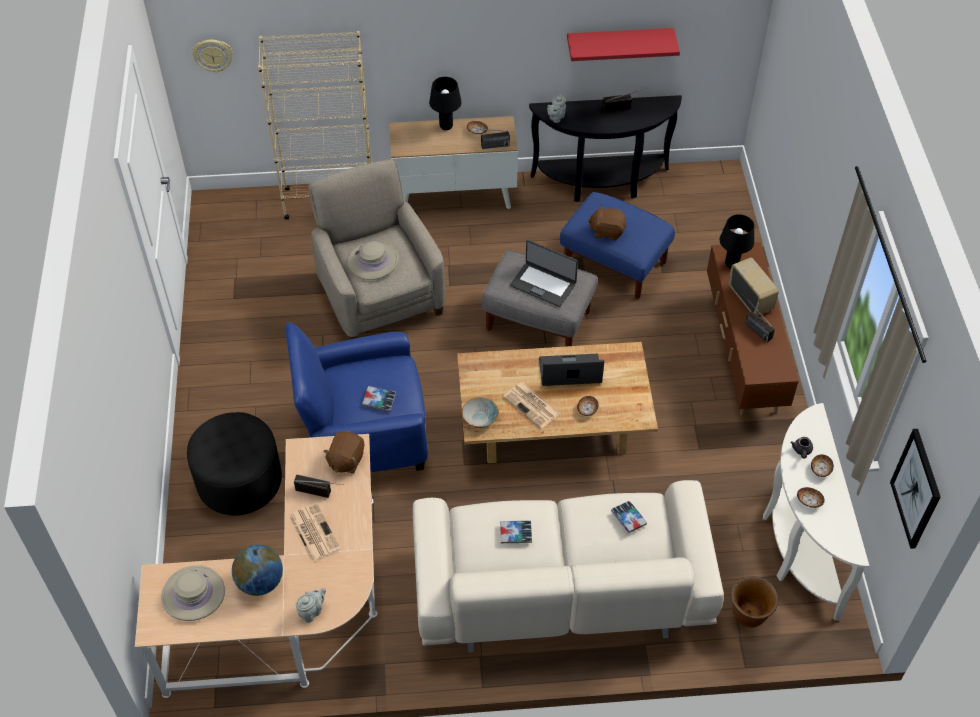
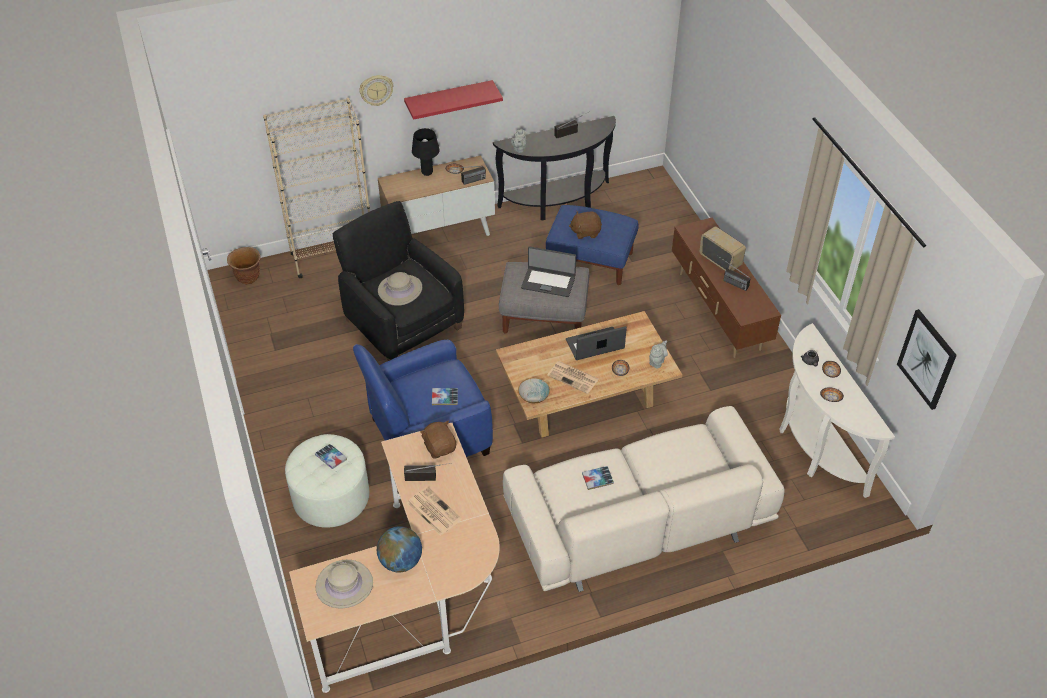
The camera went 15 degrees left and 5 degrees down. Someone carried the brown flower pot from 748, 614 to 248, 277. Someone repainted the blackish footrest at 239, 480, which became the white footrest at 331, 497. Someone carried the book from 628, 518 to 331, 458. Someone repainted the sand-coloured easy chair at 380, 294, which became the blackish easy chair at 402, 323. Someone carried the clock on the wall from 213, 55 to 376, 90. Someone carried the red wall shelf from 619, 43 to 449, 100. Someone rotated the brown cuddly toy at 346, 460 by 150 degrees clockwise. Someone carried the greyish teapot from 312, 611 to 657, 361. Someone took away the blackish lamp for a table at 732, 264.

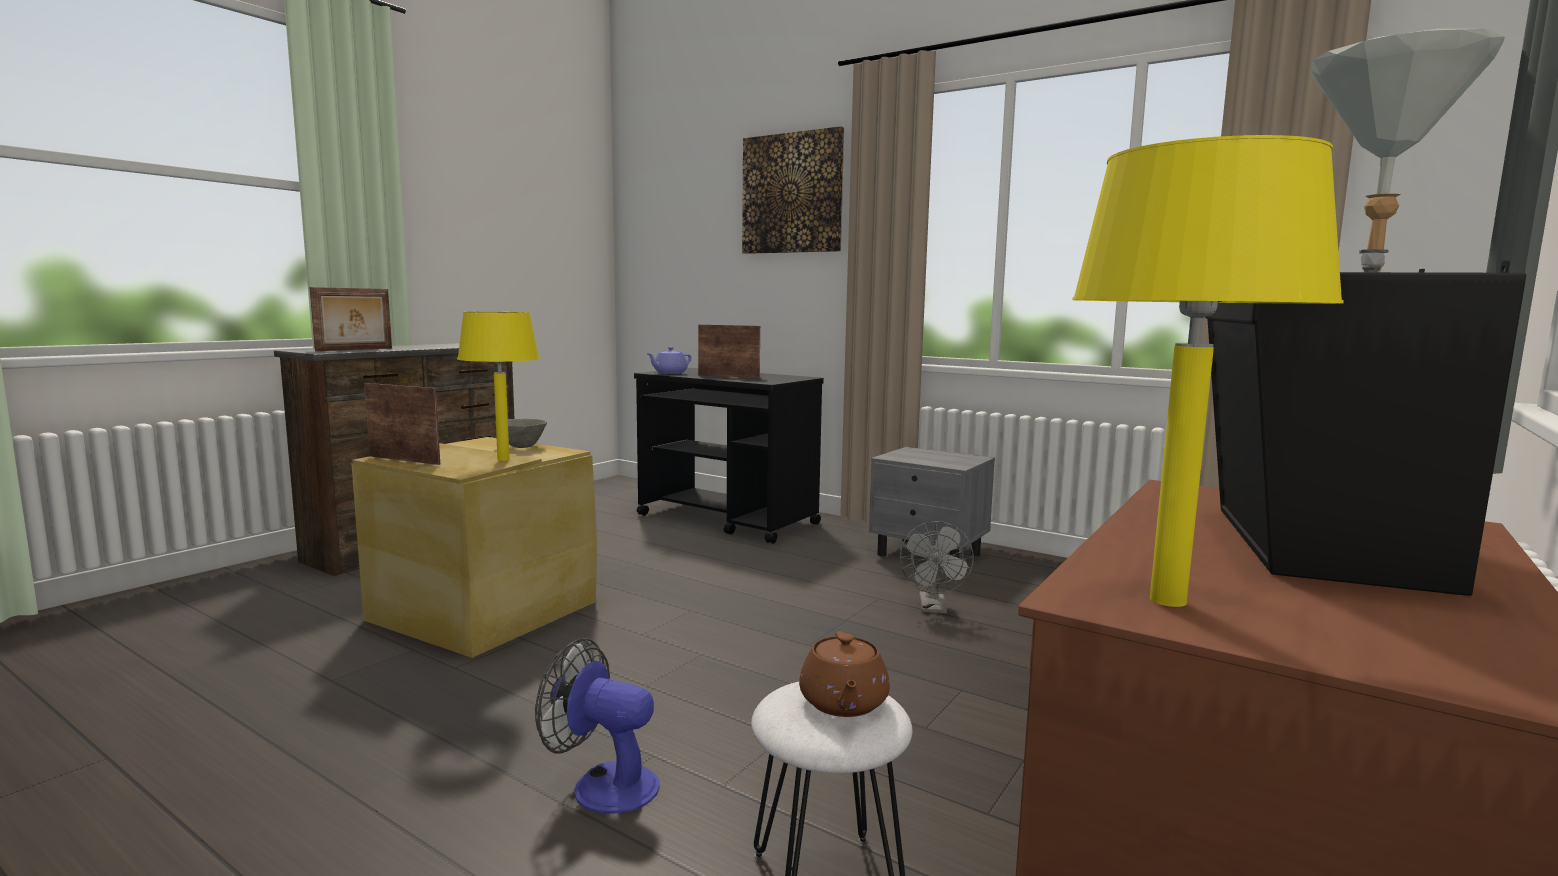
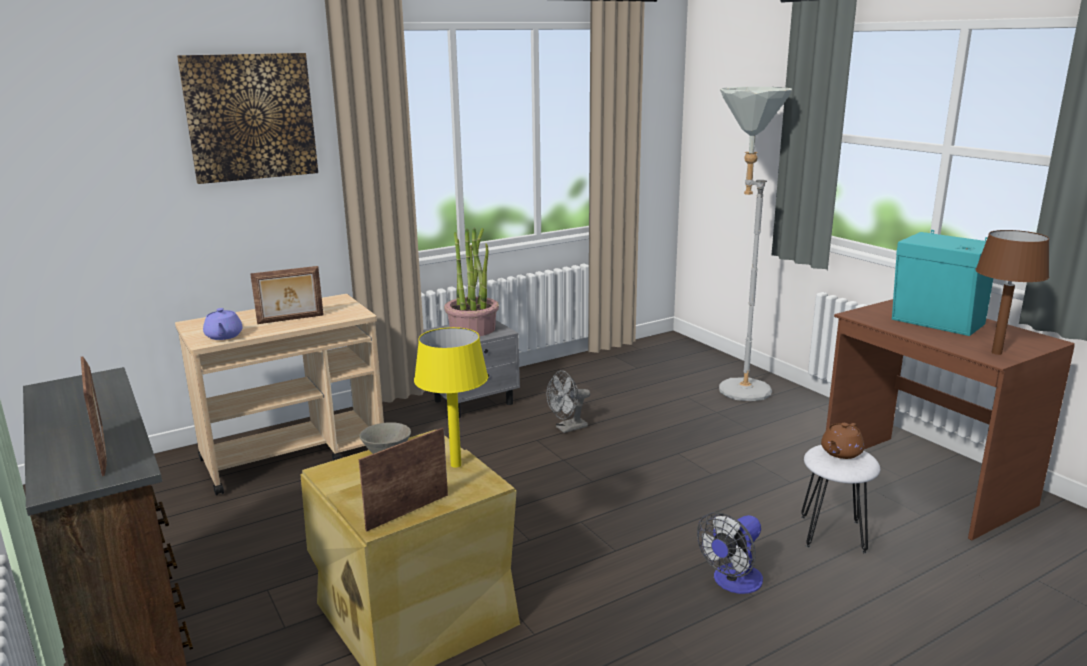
The camera went 65 degrees left and 10 degrees up. Someone repainted the blackish trolley at 728, 520, which became the sand-coloured trolley at 295, 455. Someone rotated the picture frame at 729, 376 by 150 degrees counterclockwise. Someone put down the houseplant at 472, 329. Someone rotated the greyish electric fan at 933, 608 by 120 degrees clockwise. Someone rotated the brown teapot at 843, 703 by 105 degrees clockwise. Someone repainted the blackish audio speaker at 1310, 546, which became the turquoise audio speaker at 937, 323. Someone repainted the yellow lamp for a table at 1166, 600, which became the brown lamp for a table at 996, 353.

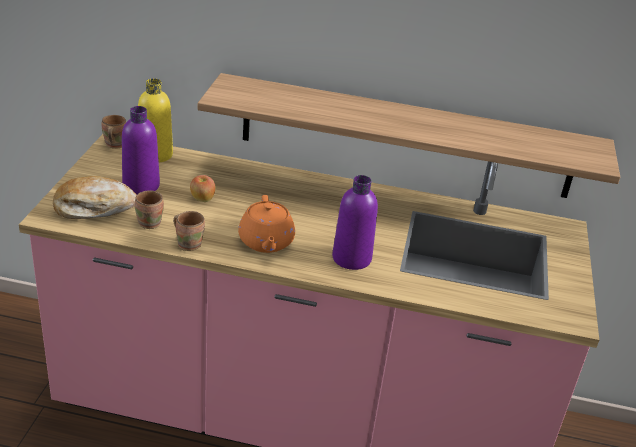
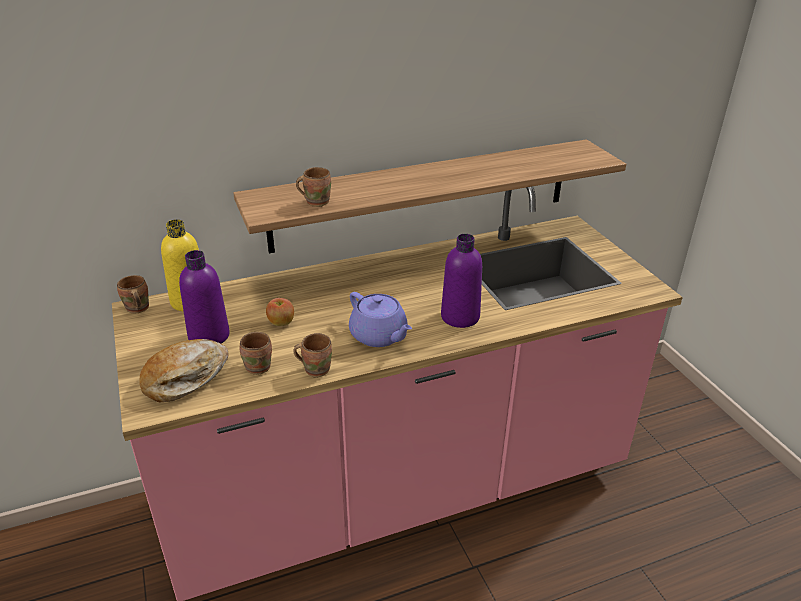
The camera went 30 degrees left and 0 degrees up. Someone put down the brown tea mug at 316, 202. Someone repainted the orangey teapot at 266, 242, which became the purplish teapot at 379, 336.

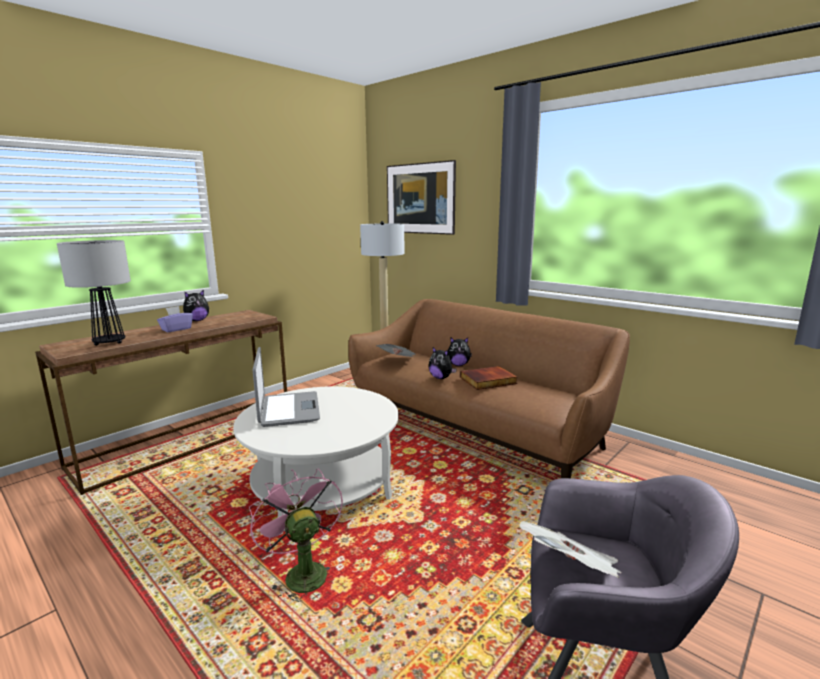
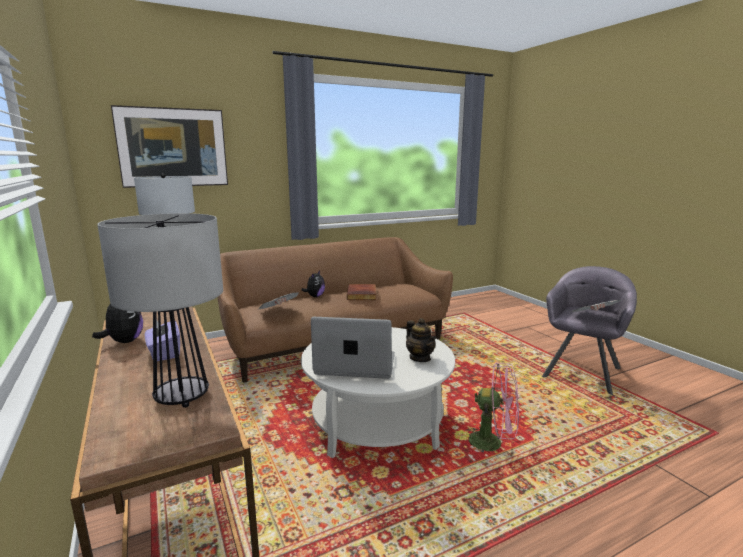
The camera went 70 degrees left and 0 degrees up. Someone put down the teapot at 420, 358. Someone rotated the pink-coloured electric fan at 301, 572 by 150 degrees counterclockwise. Someone took away the cuddly toy at 441, 378.

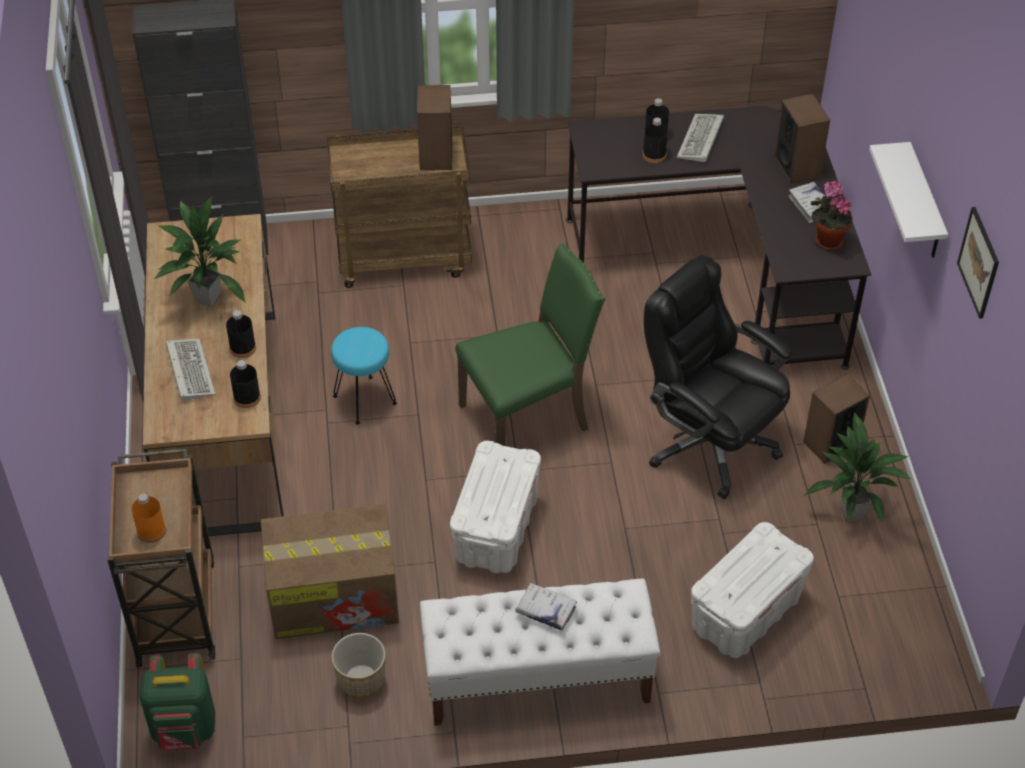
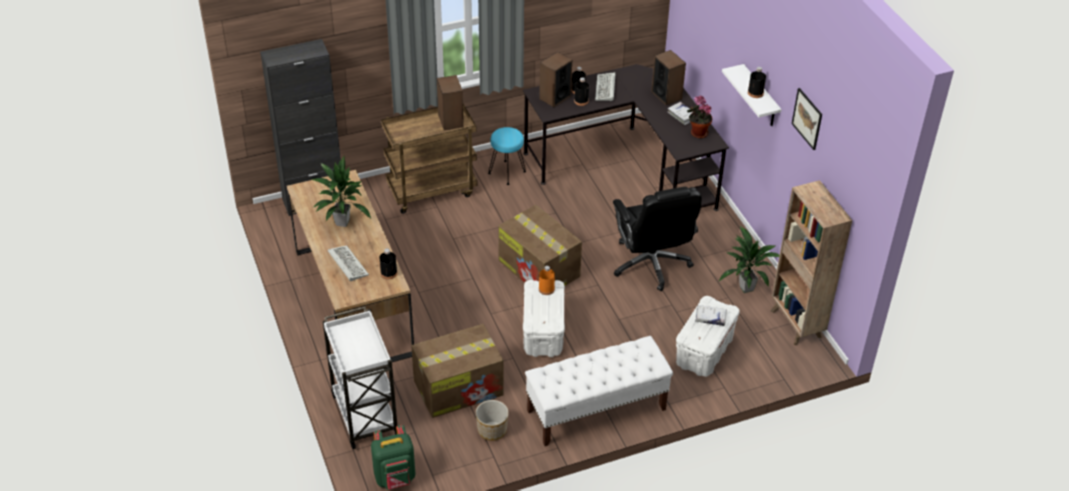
The camera went 15 degrees left and 5 degrees down. Someone repainted the brown trolley at 176, 610, which became the white trolley at 364, 413. Someone carried the turquoise stool seat from 365, 401 to 507, 173. Someone swapped the greenish plain chair at 527, 418 for the carton at 540, 269. Someone carried the audio speaker from 830, 443 to 554, 97. Someone carried the orangey drink bottle from 151, 531 to 546, 289. Someone rotated the blackish computer chair at 709, 442 by 135 degrees counterclockwise. Someone carried the white book from 545, 610 to 710, 318. Someone carried the blackish drink bottle from 243, 348 to 755, 93. Someone put down the brown bookshelf at 796, 324.

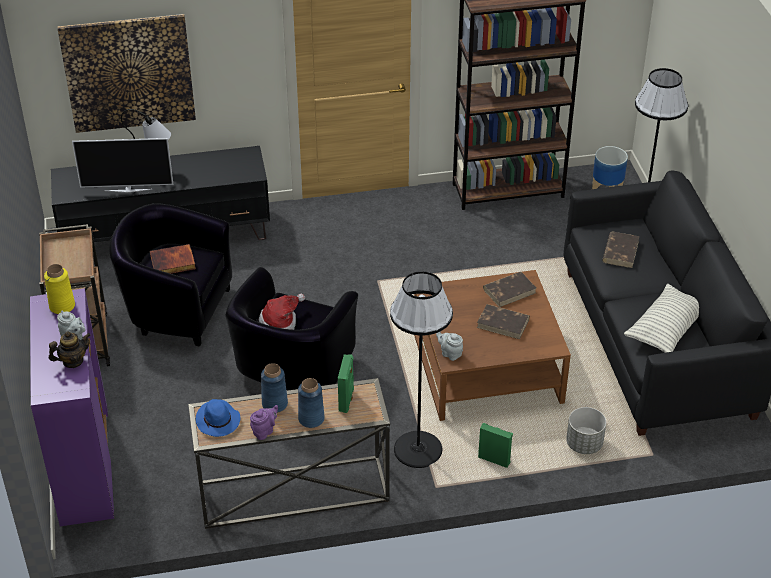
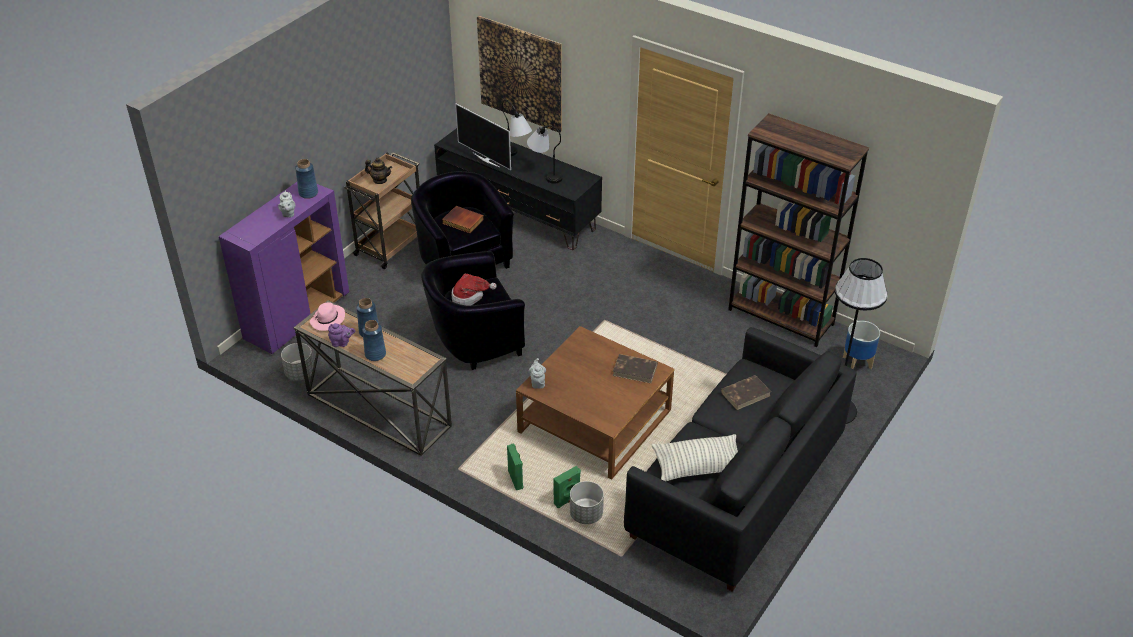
The camera went 45 degrees right and 0 degrees up. Someone put down the greyish flower pot at 300, 373. Someone repainted the yellow vase at 62, 306, which became the blue vase at 308, 193. Someone repainted the blue clothing hat at 218, 421, which became the pink-coloured clothing hat at 328, 320. Someone carried the teapot from 73, 361 to 380, 180. Someone put down the lamp for a table at 545, 174. Someone carried the greenish audio speaker from 347, 400 to 567, 500. Someone took away the blackish floor lamp at 417, 449. Someone took away the brown book at 503, 323.

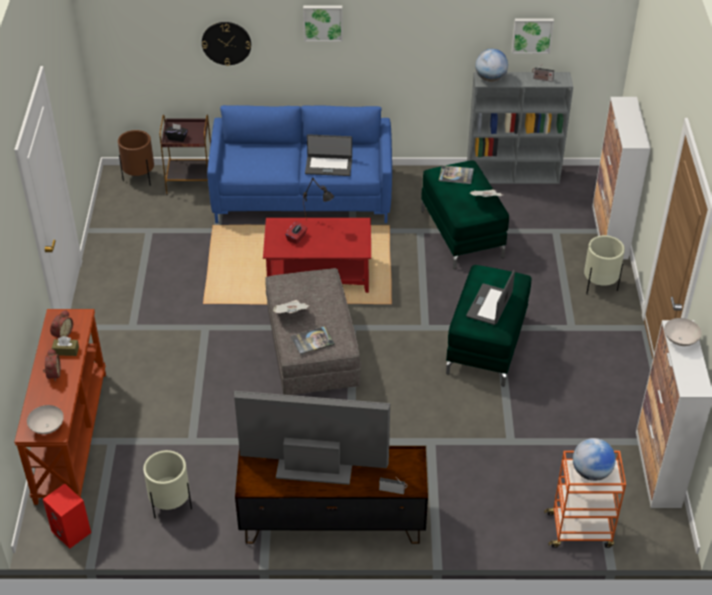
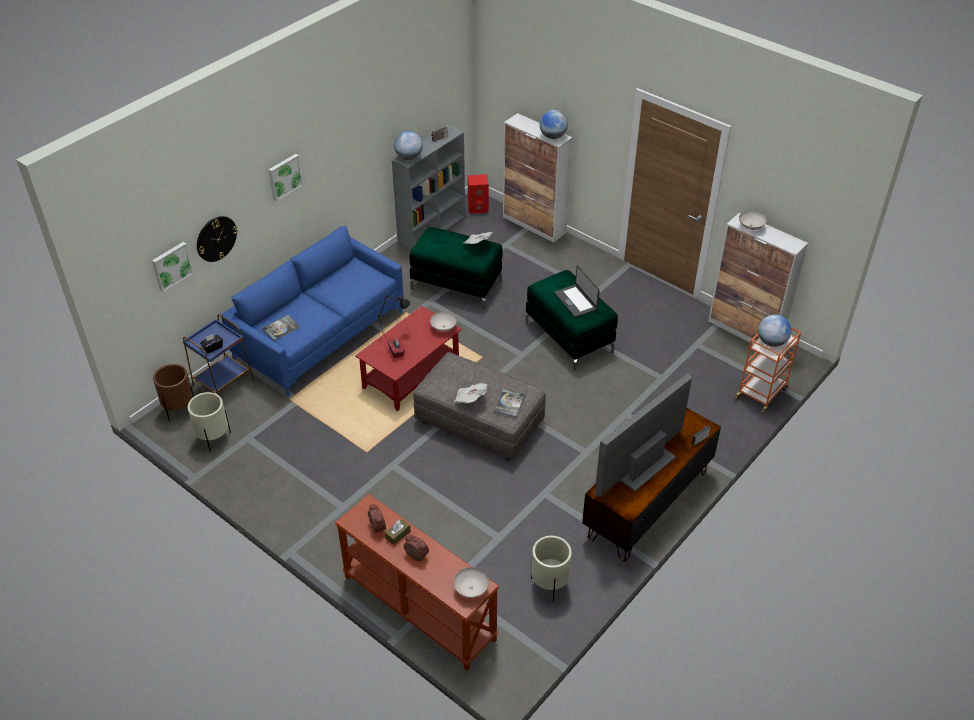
The camera went 50 degrees left and 0 degrees up. Someone carried the picture from 532, 35 to 171, 266. Someone repainted the brown end table at 190, 181, which became the blue end table at 224, 383. Someone carried the sand-coloured flower pot from 599, 286 to 213, 439. Someone carried the book from 456, 175 to 281, 328. Someone put down the white bowl at 444, 327. Someone carried the red audio speaker from 72, 532 to 478, 207. Someone put down the desk globe at 553, 136. Someone took away the portable computer at 328, 166.

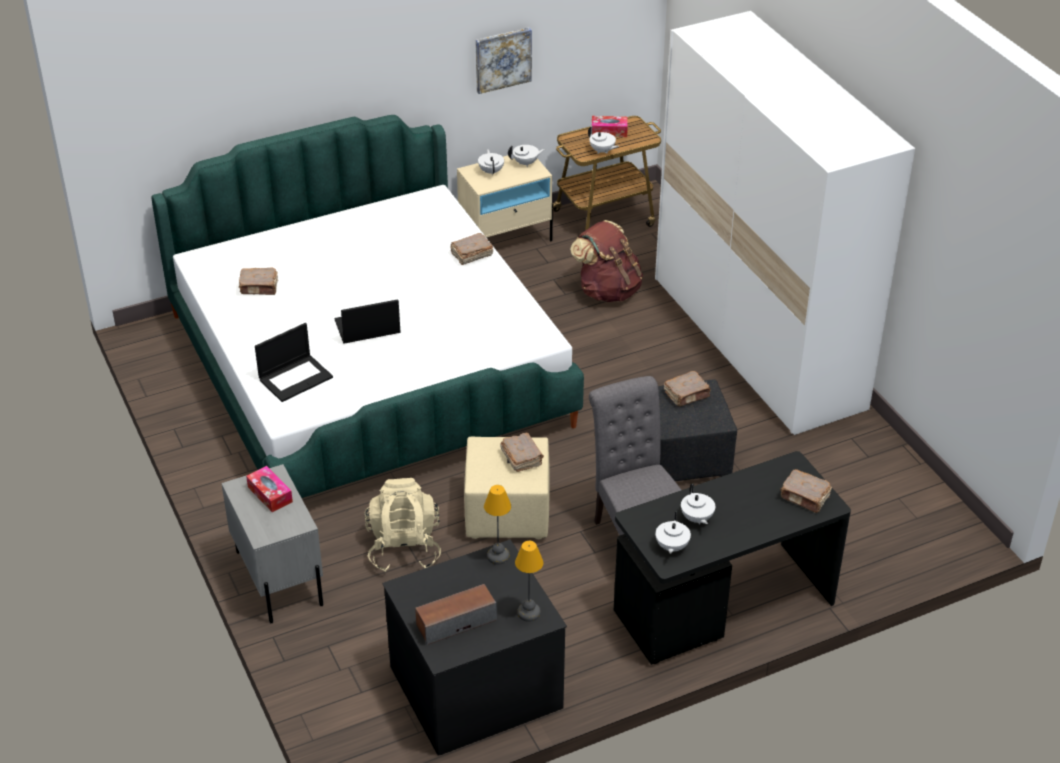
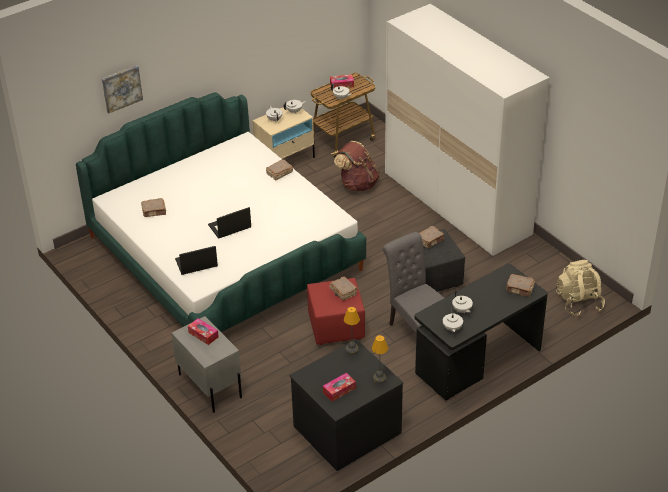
The camera went 10 degrees left and 0 degrees up. Someone carried the picture from 502, 59 to 121, 88. Someone rotated the portable computer at 296, 378 by 150 degrees counterclockwise. Someone repainted the sand-coloured footrest at 506, 515, which became the red footrest at 335, 328. Someone swapped the audio speaker at 456, 622 for the tissue holder at 339, 390. Someone carried the sand-coloured backpack from 404, 548 to 578, 302.

